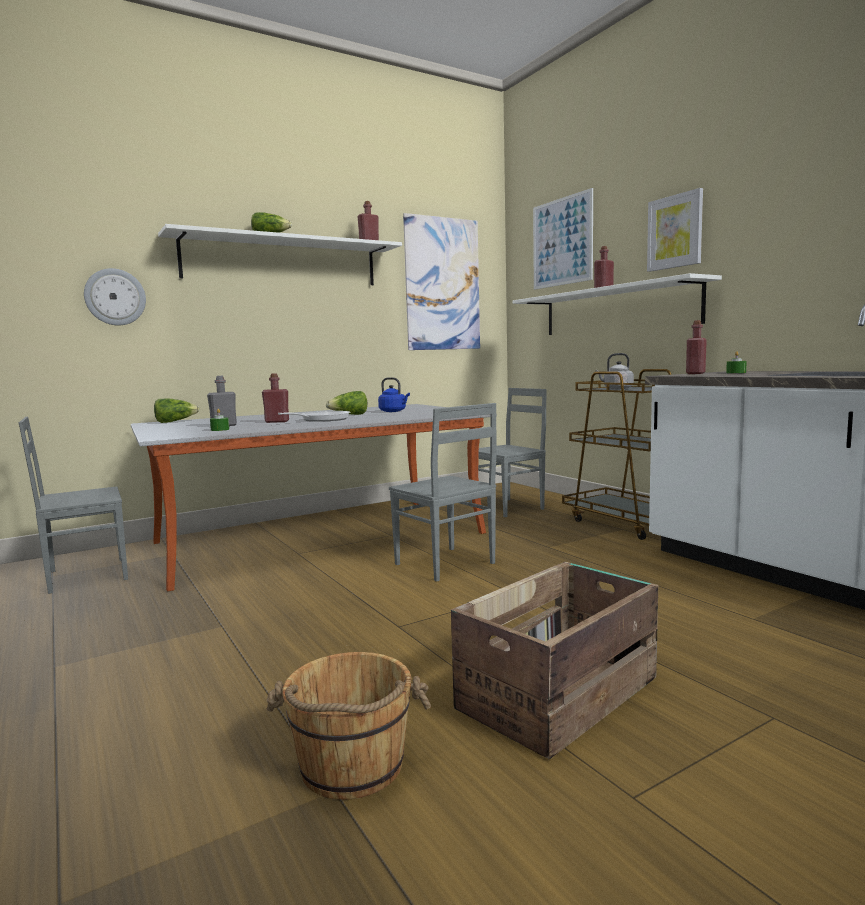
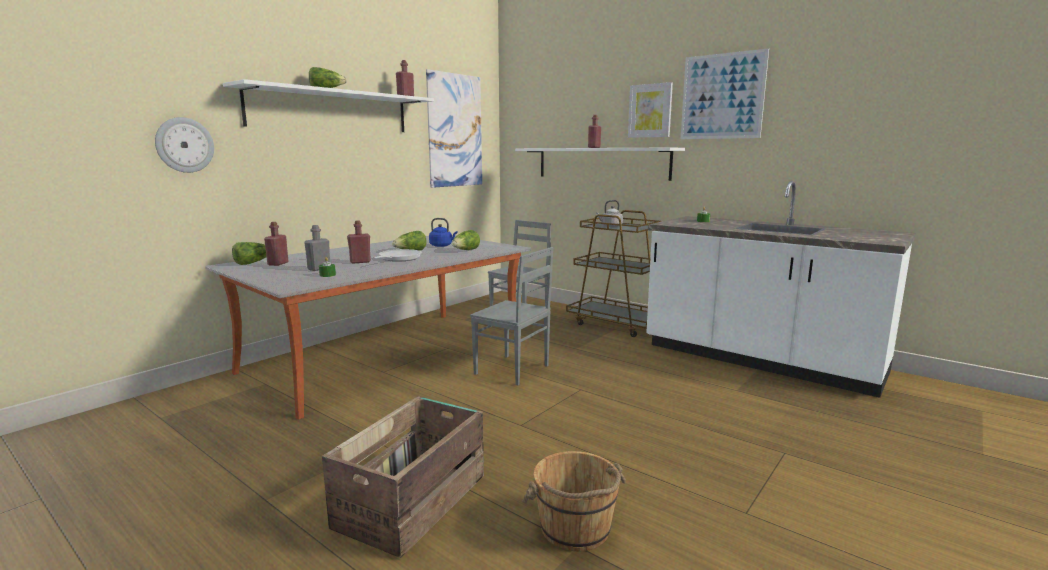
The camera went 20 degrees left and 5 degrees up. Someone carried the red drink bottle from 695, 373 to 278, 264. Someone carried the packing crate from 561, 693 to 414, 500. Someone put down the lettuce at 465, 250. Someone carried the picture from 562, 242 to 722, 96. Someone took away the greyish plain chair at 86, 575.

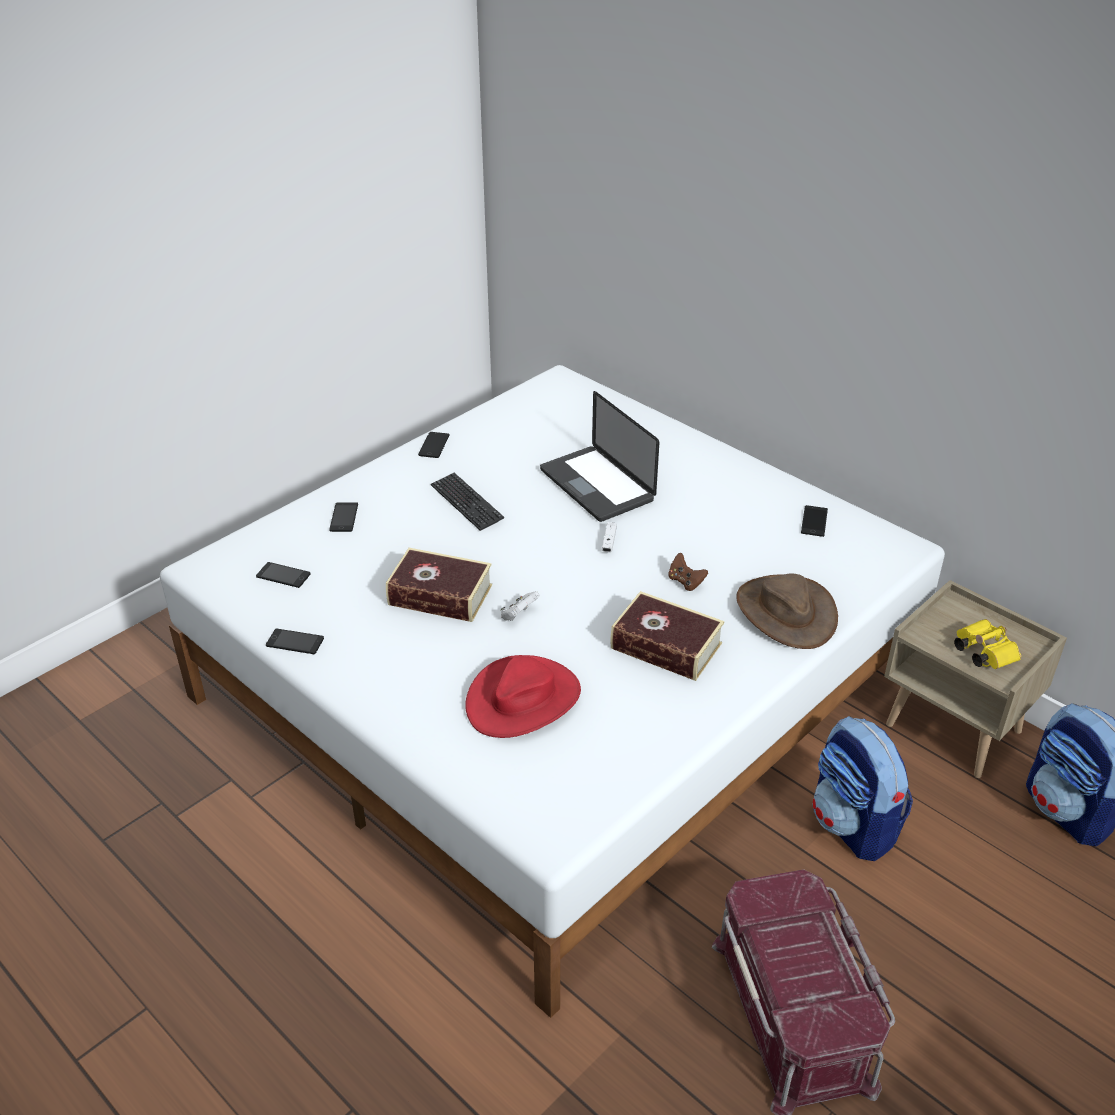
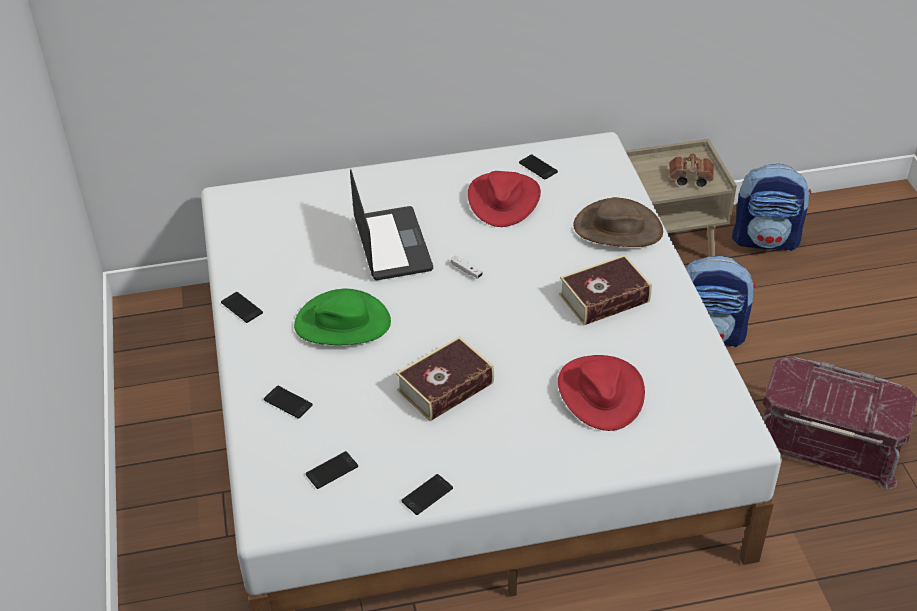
The camera went 55 degrees left and 5 degrees up. Someone swapped the computer keyboard at 466, 503 for the greenish clothing hat at 342, 323. Someone rotated the portable computer at 596, 485 by 105 degrees counterclockwise. Someone put down the red clothing hat at 503, 199. Someone repainted the yellow binoculars at 982, 652, which became the brown binoculars at 689, 178. Someone took away the white game controller at 519, 615. Someone took away the brown game controller at 685, 582.

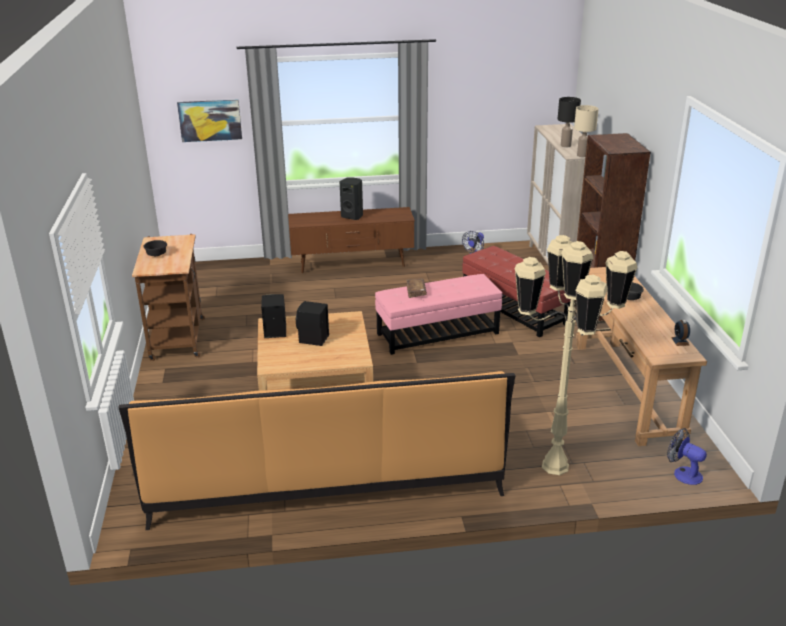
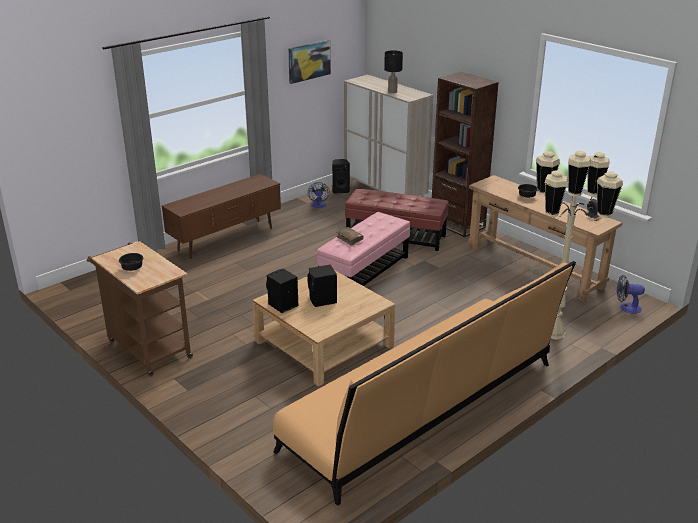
The camera went 35 degrees left and 0 degrees up. Someone carried the picture from 210, 120 to 309, 61. Someone carried the blackish audio speaker from 352, 216 to 340, 191. Someone took away the sand-coloured lamp for a table at 582, 155.

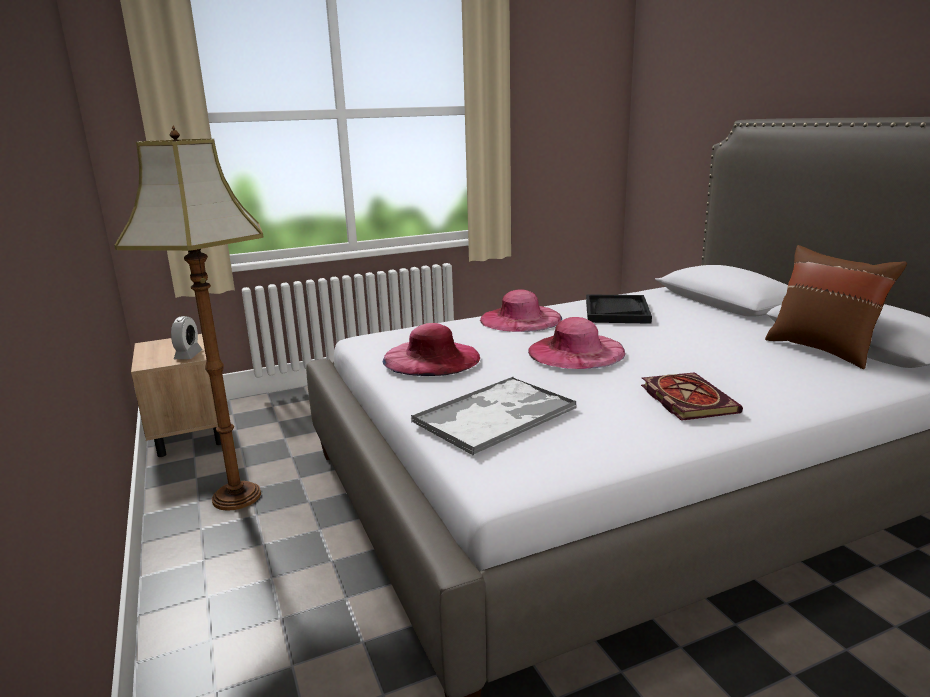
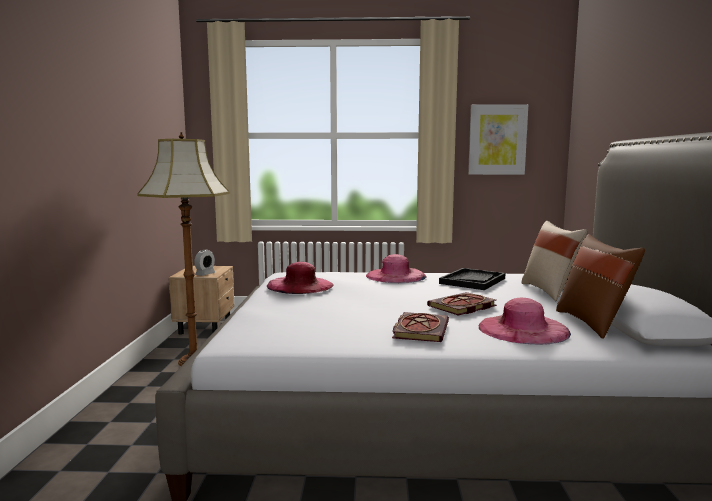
The camera went 25 degrees right and 10 degrees down. Someone put down the book at 462, 307. Someone put up the picture at 497, 140. Someone carried the pink-coloured clothing hat from 575, 351 to 523, 329. Someone put down the sand-coloured pillow at 550, 291. Someone took away the carrying tray at 496, 415.

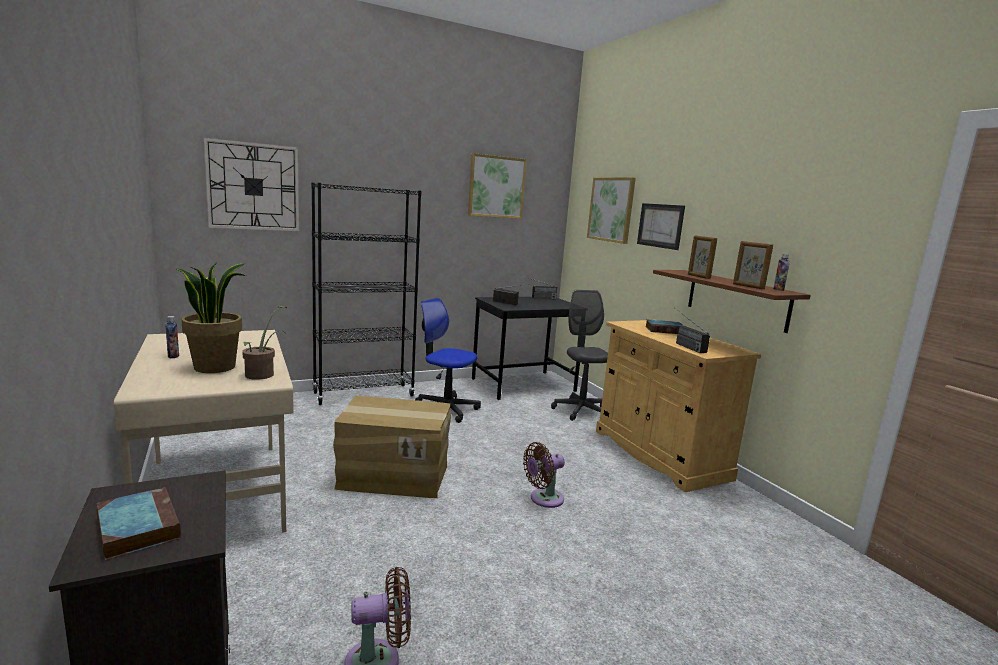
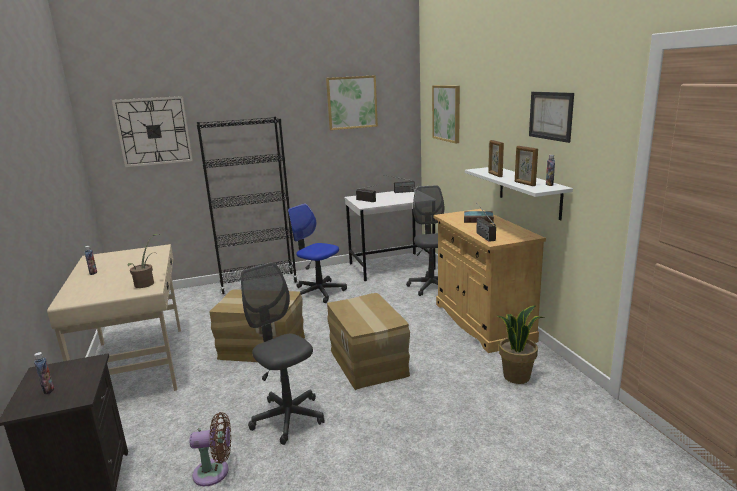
The camera went 10 degrees right and 5 degrees up. Someone swapped the book at 137, 527 for the drink bottle at 48, 390. Someone put down the greyish computer chair at 288, 418. Someone swapped the brown electric fan at 543, 499 for the carton at 369, 362. Someone repainted the blackish desk at 523, 385, which became the white desk at 391, 266. Someone repainted the brown wall shelf at 736, 299, which became the white wall shelf at 529, 191. Someone carried the houseplant from 215, 367 to 516, 376. Someone carried the picture from 660, 225 to 551, 115.

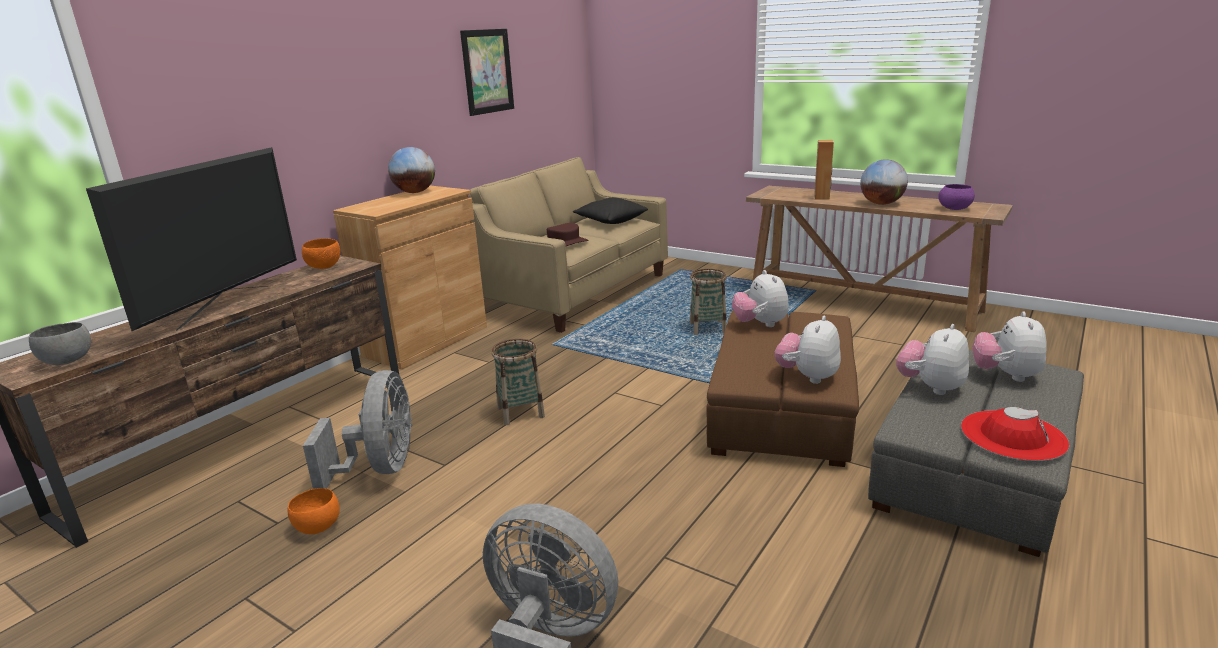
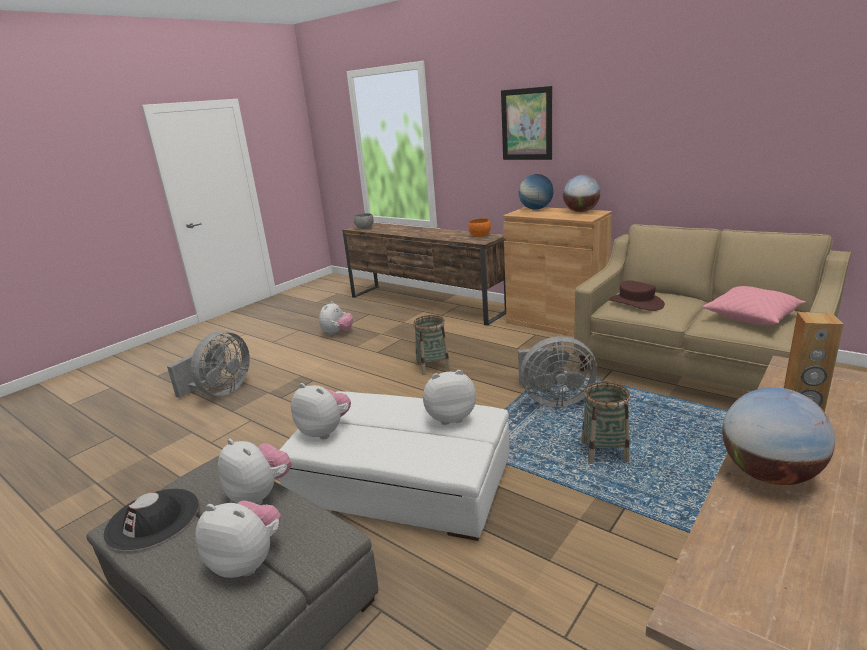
The camera went 95 degrees right and 0 degrees up. Someone repainted the red clothing hat at 1013, 435, which became the blackish clothing hat at 153, 519. Someone repainted the brown footrest at 782, 408, which became the white footrest at 401, 484. Someone swapped the orangey bowl at 317, 528 for the cuddly toy at 337, 333. Someone carried the picture from 487, 71 to 526, 124. Someone carried the greyish electric fan from 381, 468 to 553, 400. Someone put down the desk globe at 536, 209. Someone repainted the blackish pillow at 610, 221, which became the pink-coloured pillow at 752, 316. Someone took away the television at 227, 306. Someone took away the purplish bowl at 954, 209.

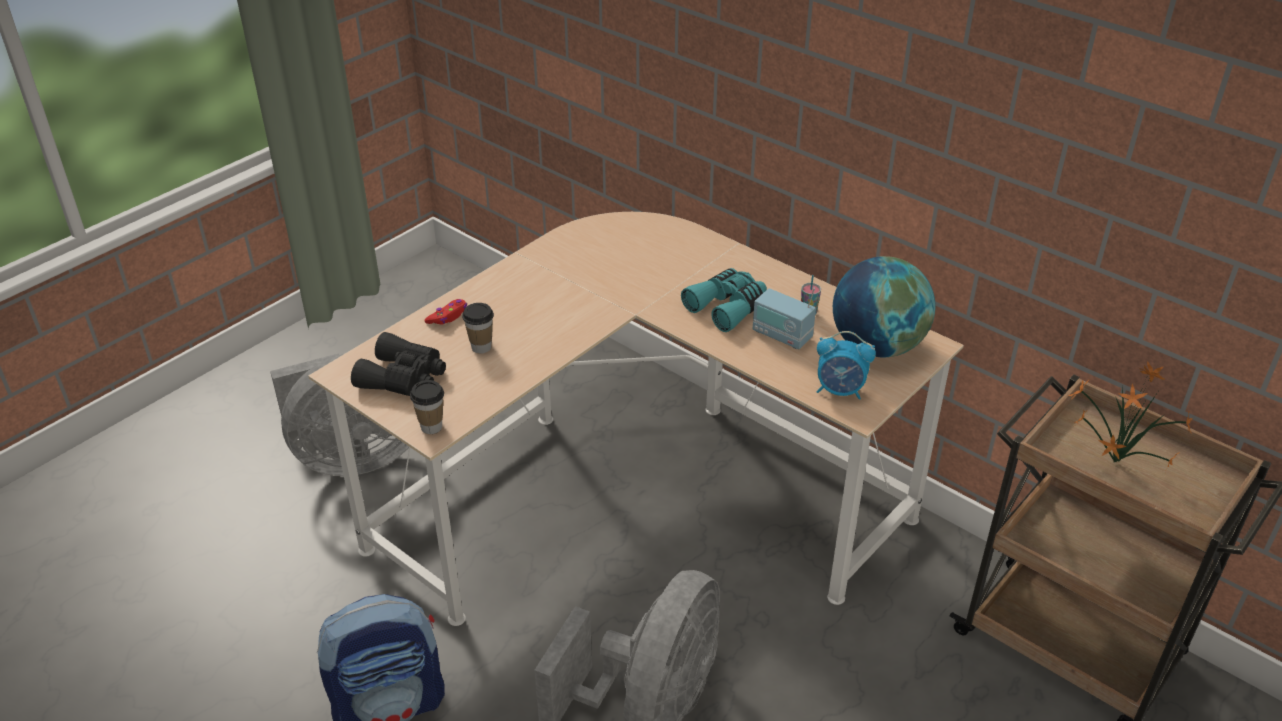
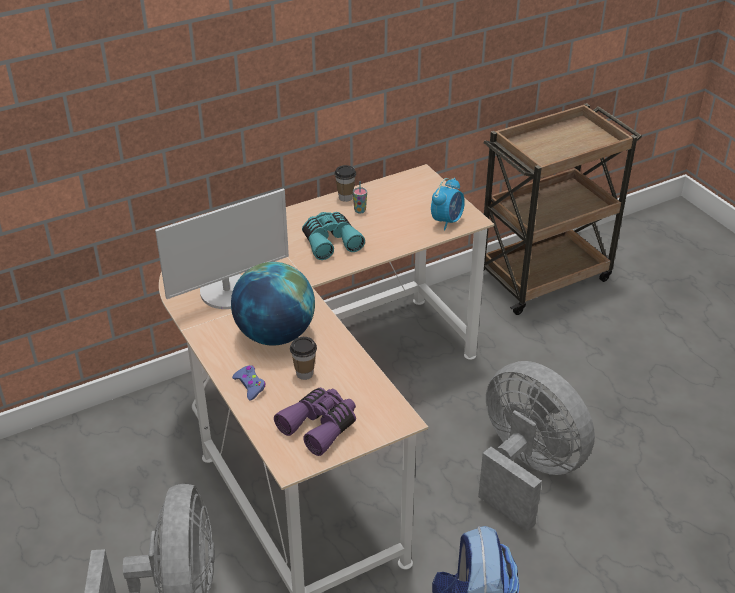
The camera went 70 degrees left and 0 degrees up. Someone put down the computer display at 227, 292. Someone carried the desk globe from 877, 346 to 275, 335. Someone repainted the red game controller at 448, 316, which became the blue game controller at 250, 385. Someone repainted the blackish binoculars at 403, 378, which became the purplish binoculars at 320, 426. Someone carried the cup from 431, 427 to 345, 197. Someone took away the radio receiver at 781, 336. Someone took away the houseplant at 1111, 460.

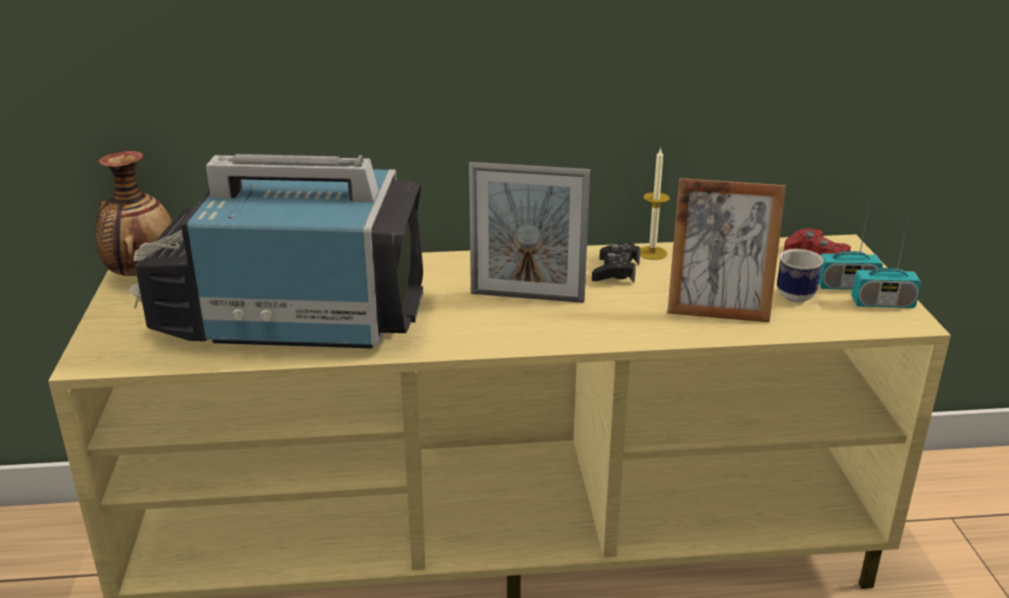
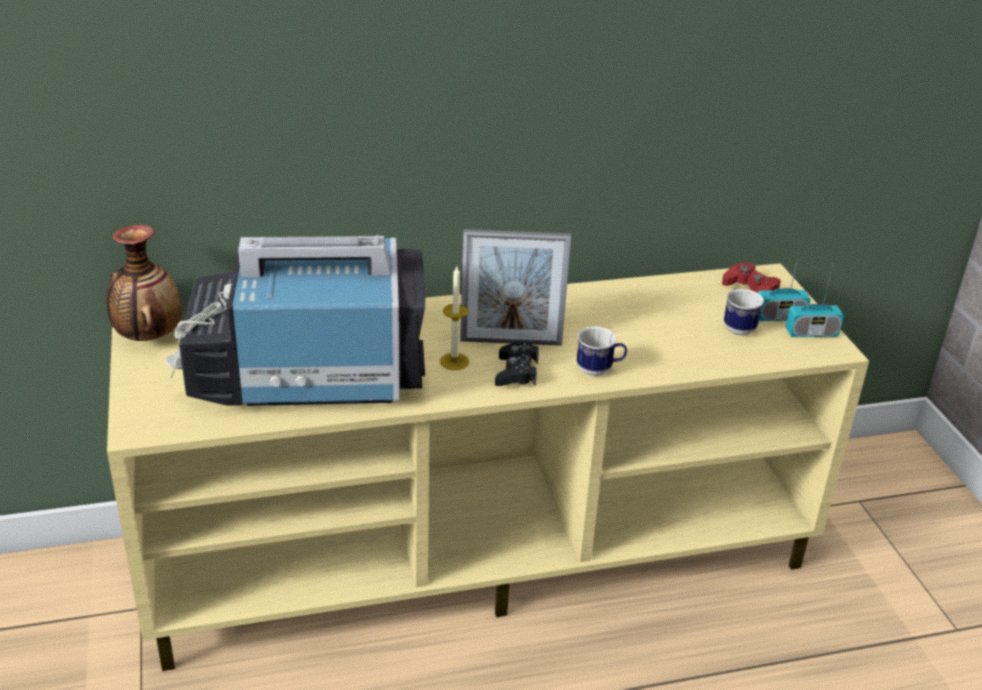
The camera went 10 degrees left and 5 degrees up. Someone carried the wax candle from 652, 253 to 454, 361. Someone carried the blackish game controller from 616, 271 to 516, 372. Someone put down the tea mug at 599, 371. Someone took away the picture frame at 717, 311.

